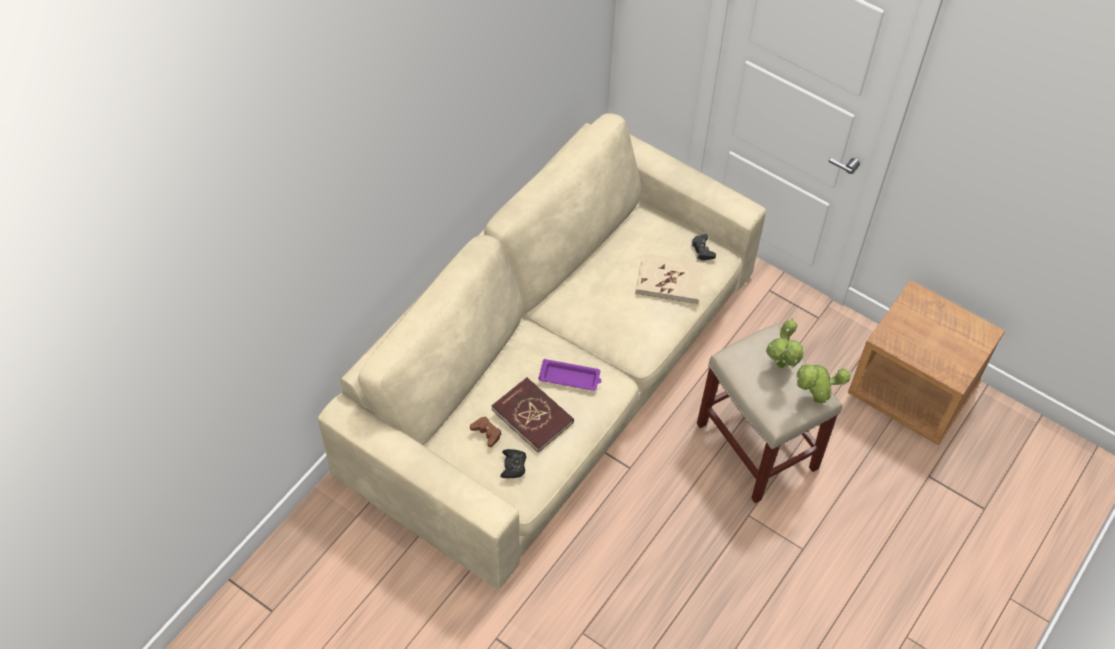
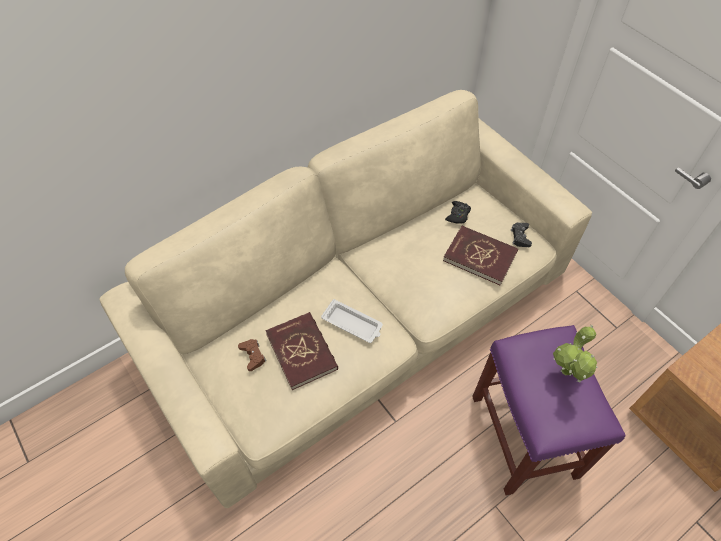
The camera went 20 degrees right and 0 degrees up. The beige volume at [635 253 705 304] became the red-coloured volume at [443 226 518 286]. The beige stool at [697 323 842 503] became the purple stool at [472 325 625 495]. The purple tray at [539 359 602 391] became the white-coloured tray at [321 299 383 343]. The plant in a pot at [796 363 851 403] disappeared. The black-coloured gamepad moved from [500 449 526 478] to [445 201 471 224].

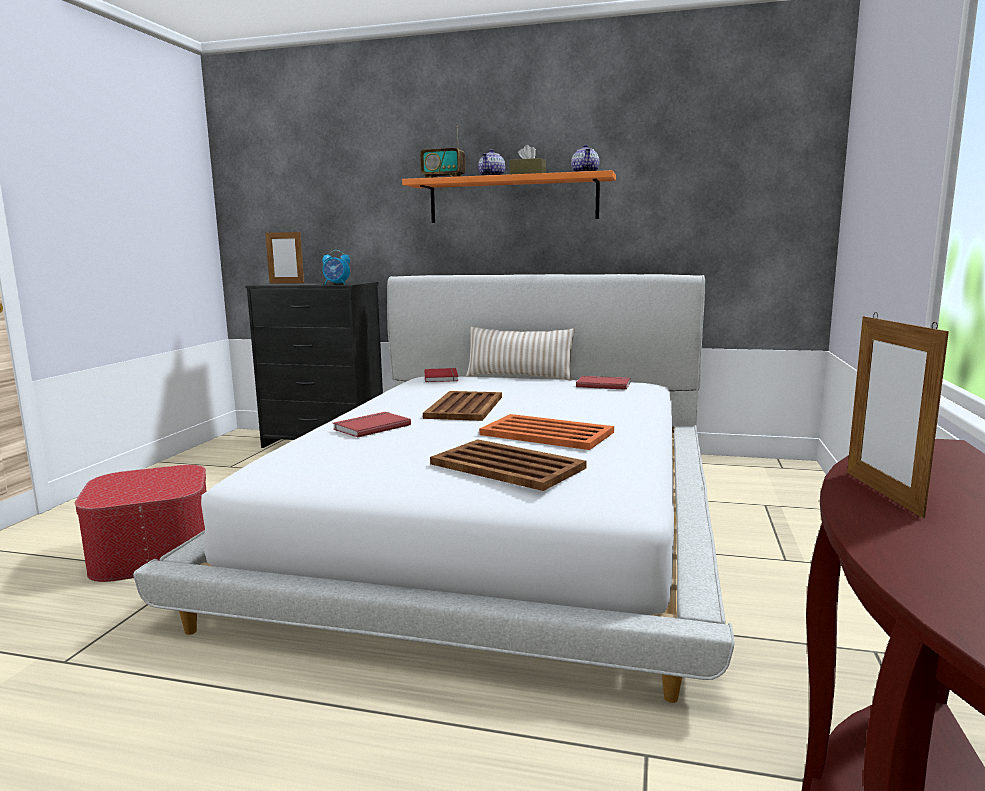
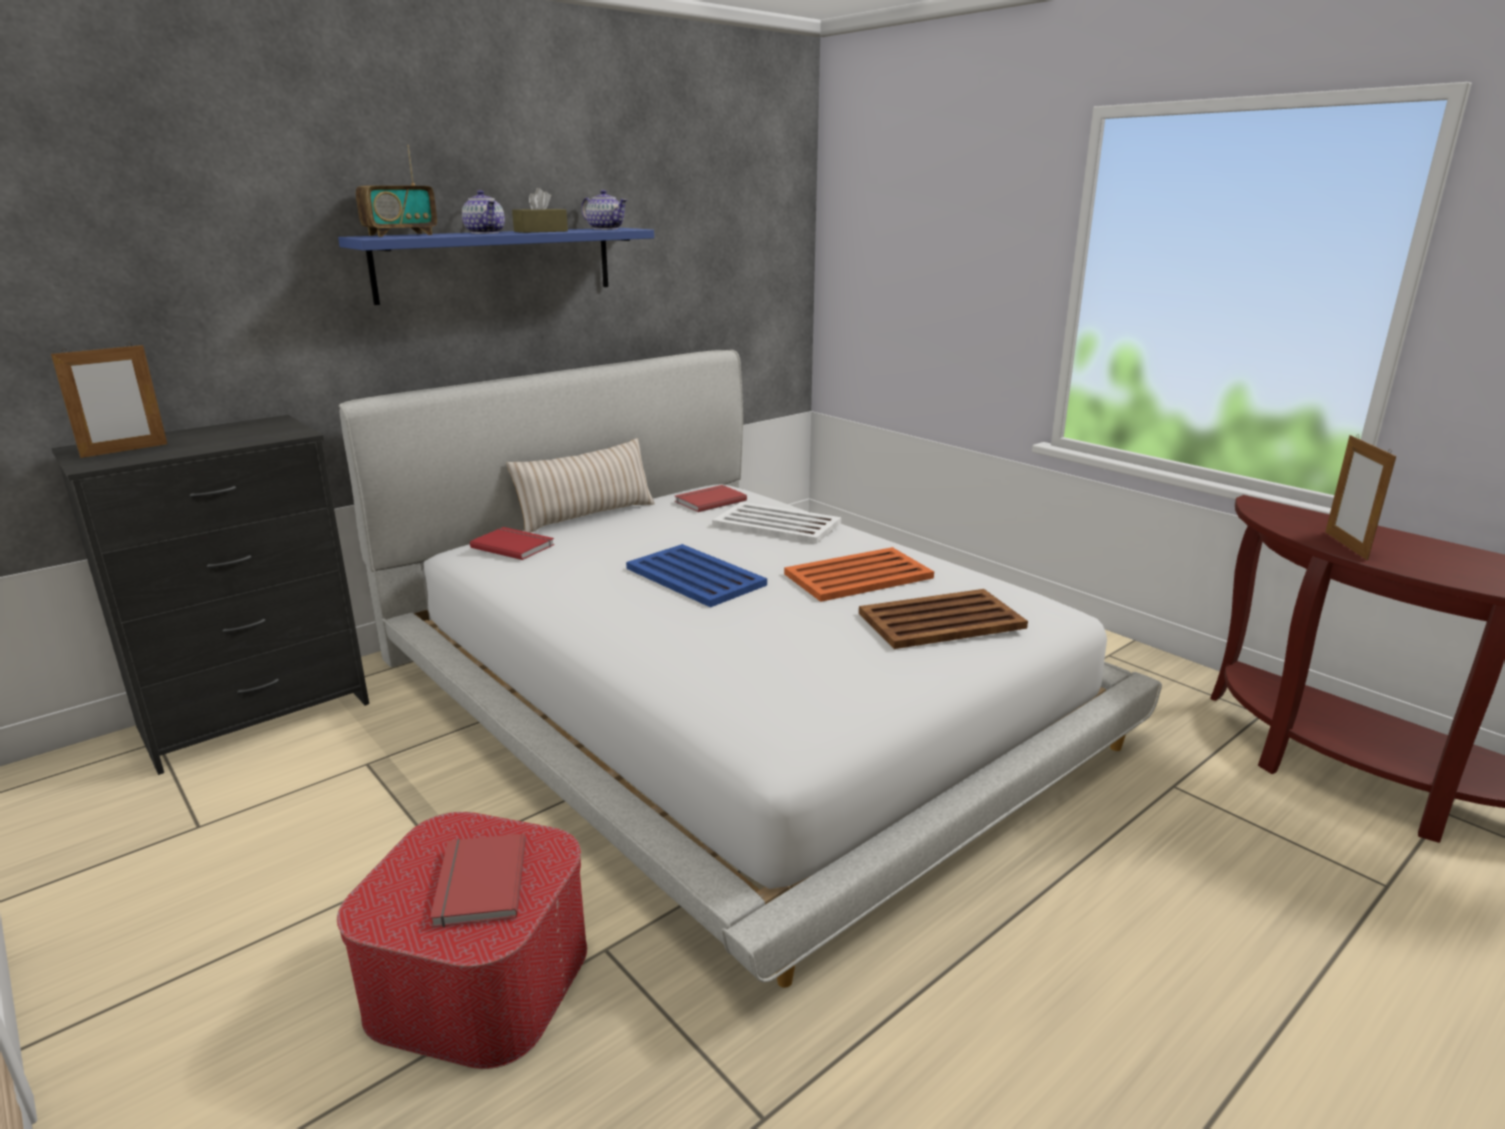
The camera went 55 degrees left and 10 degrees up. The orangey bracket shelf at [402 170 616 223] became the blue bracket shelf at [338 228 654 305]. The alarm clock at [322 250 350 285] disappeared. The picture frame at [847 312 949 518] turned 60 degrees clockwise. The brown-coloured tray at [423 391 502 421] became the blue tray at [626 544 767 608]. The red-coloured volume moved from [333 412 411 438] to [430 833 526 927]. The white-coloured tray at [712 502 841 544] appeared.

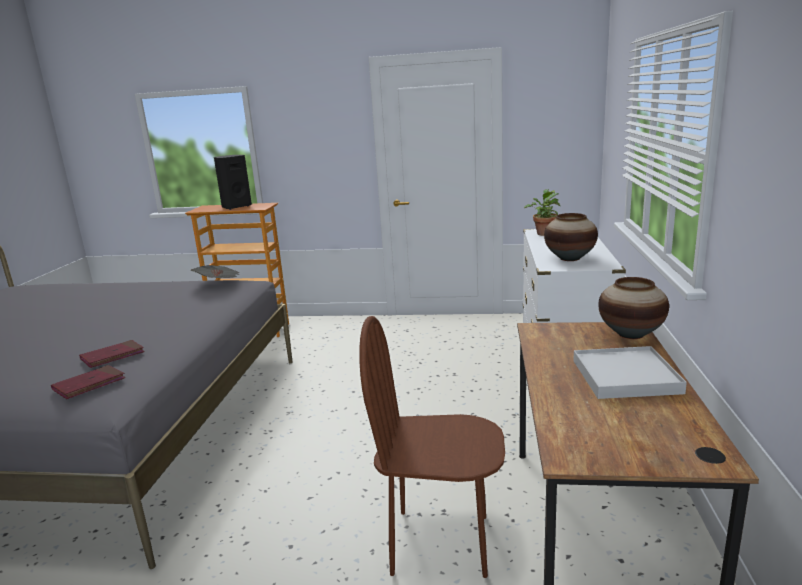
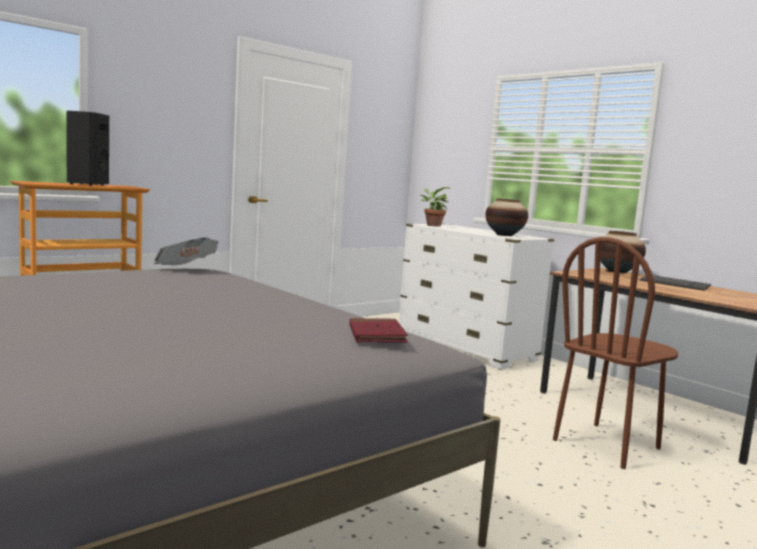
The camera went 50 degrees left and 10 degrees down. The red-coloured volume at [79 340 145 368] disappeared. The white-coloured tray at [573 346 687 399] was replaced by the computer keyboard at [640 275 711 291].

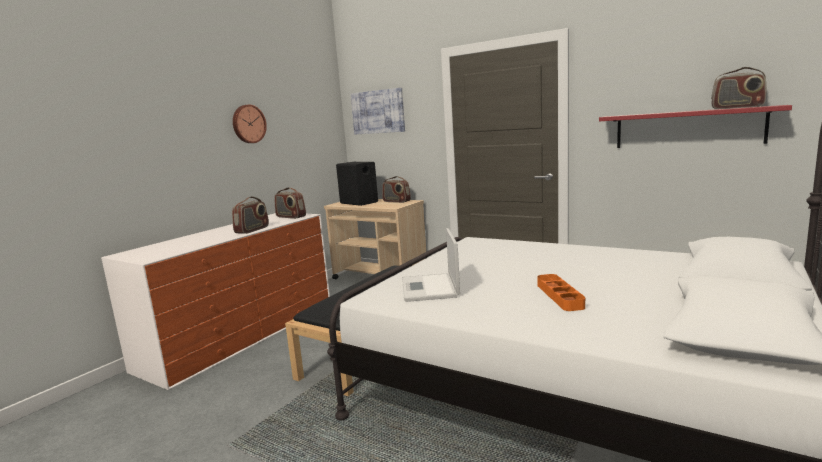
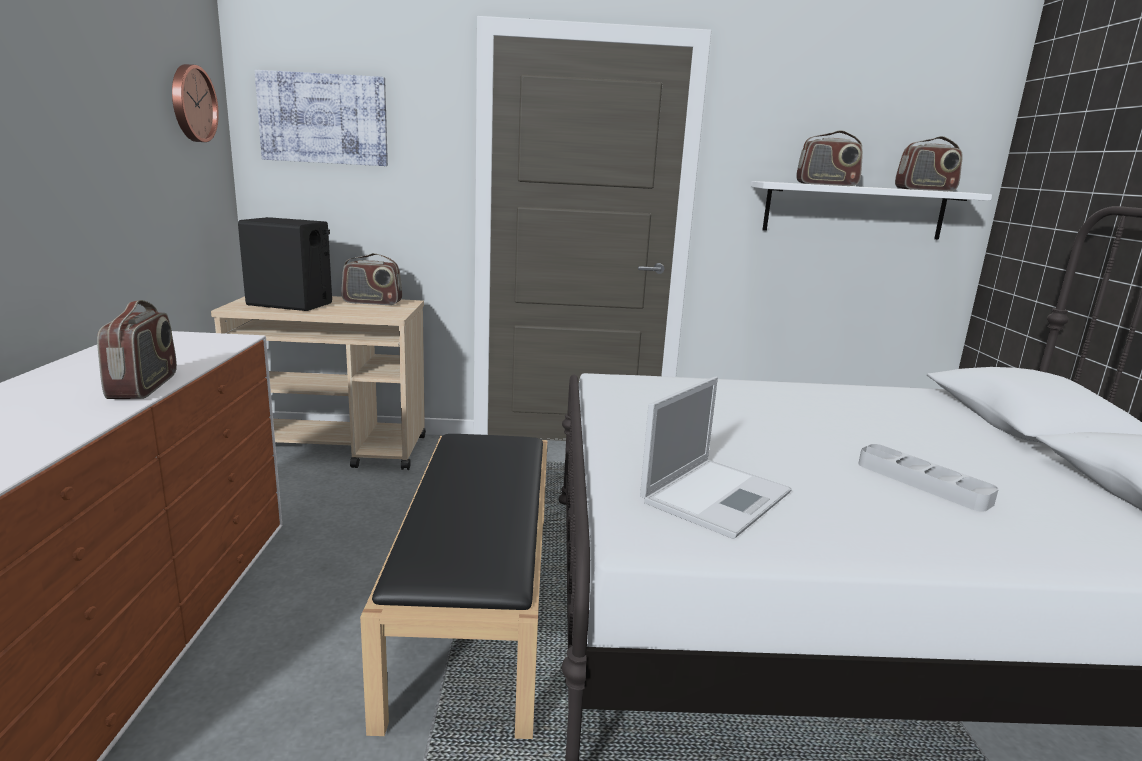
The camera went 35 degrees left and 5 degrees up. The wall clock moved from [233 105 267 143] to [172 64 219 142]. The red-coloured bracket shelf at [599 105 792 148] became the white-coloured bracket shelf at [751 181 992 239]. The radio set moved from [274 187 306 219] to [796 130 863 186]. The notebook computer at [402 228 460 302] turned 105 degrees counterclockwise. The orangey tray at [537 274 585 311] became the grey tray at [858 444 999 512].

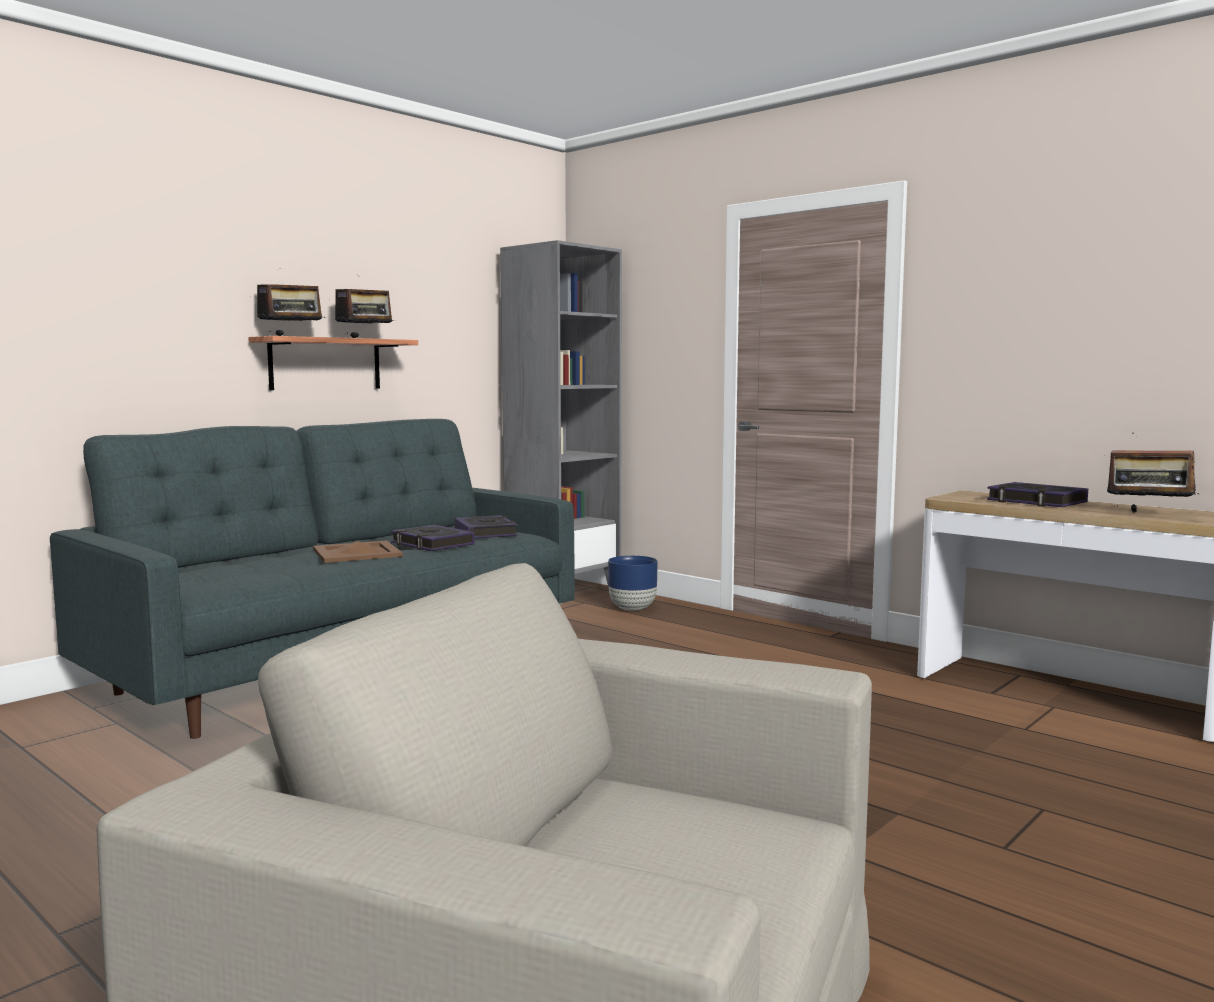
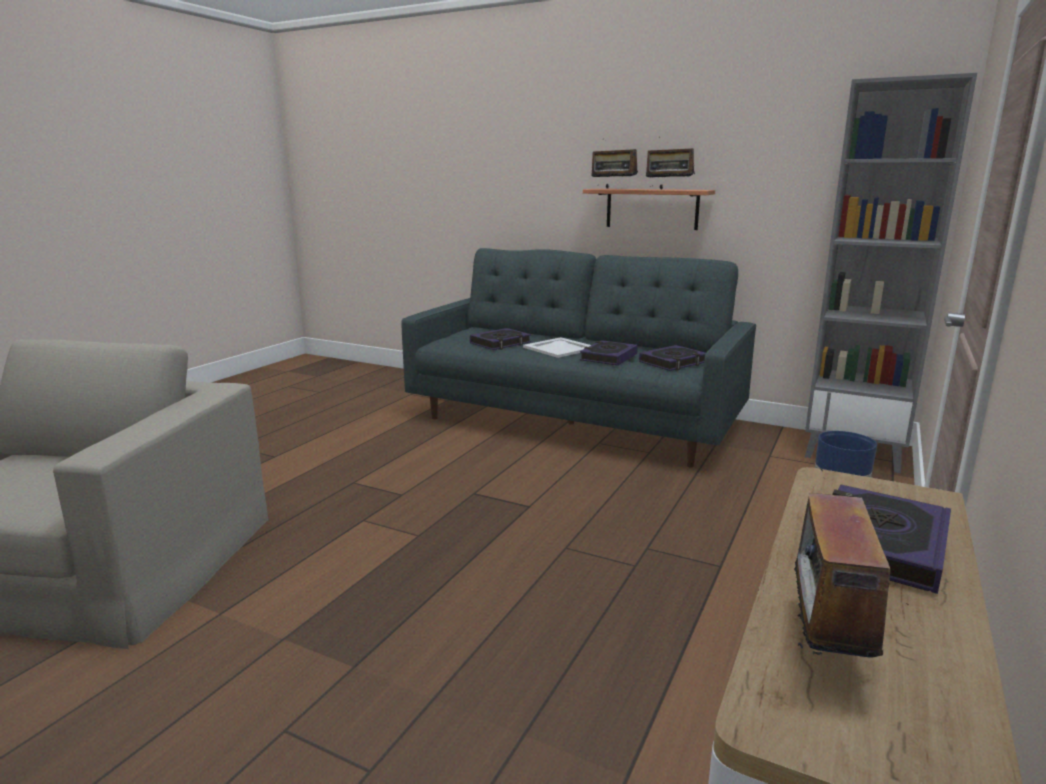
The camera went 75 degrees right and 10 degrees up. The brown-coloured tray at [313 540 403 563] became the white-coloured tray at [523 337 591 358]. The volume at [470 328 531 350] appeared.

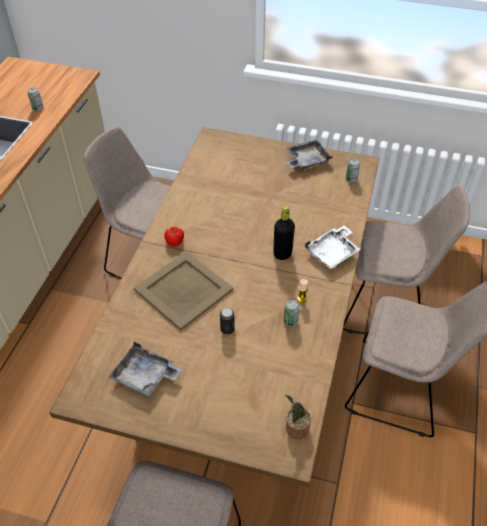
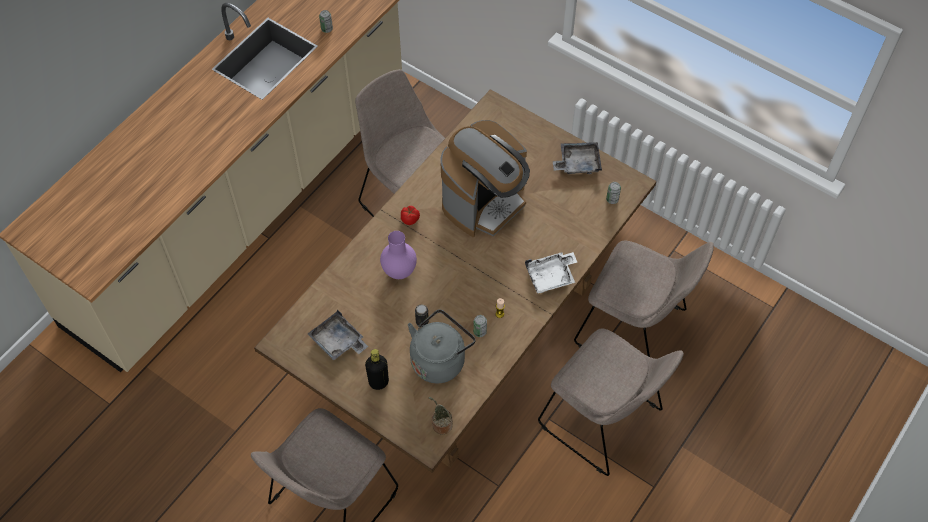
The camera went 20 degrees right and 10 degrees up. The black-coloured drink bottle moved from [273 206 295 260] to [365 349 389 390]. The beige tray at [134 251 234 331] was replaced by the purple vase at [380 231 417 279]. The coffee maker at [441 120 530 237] appeared. The grey kettle at [408 309 475 383] appeared.

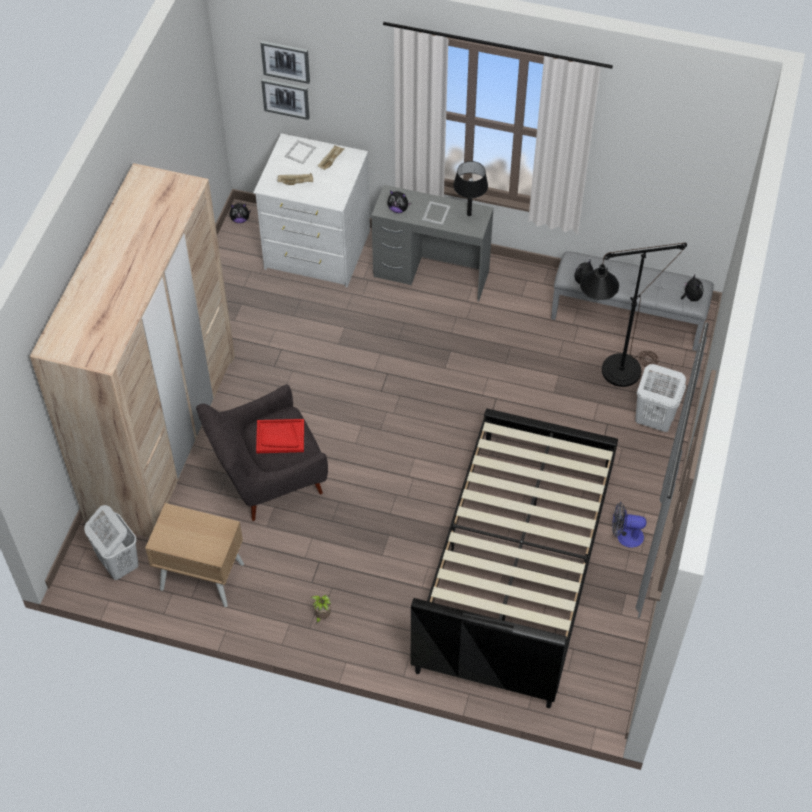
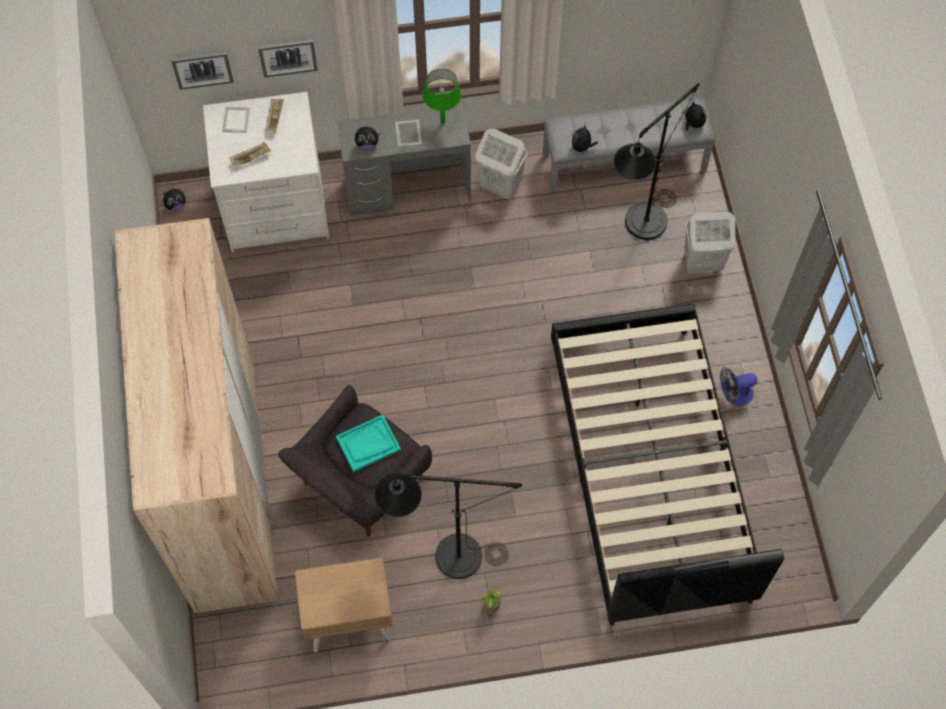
The camera went 25 degrees left and 10 degrees up. The wall picture moved from [261 41 310 84] to [258 39 318 78]. The black-coloured lamp for a table at [453 161 488 216] became the green-coloured lamp for a table at [423 68 462 124]. The red-coloured tray at [256 419 304 453] became the blue-green tray at [336 415 401 472]. The white-coloured washing basket moved from [84 505 139 580] to [476 129 527 199]. The black-coloured standing lamp at [374 472 522 579] appeared.

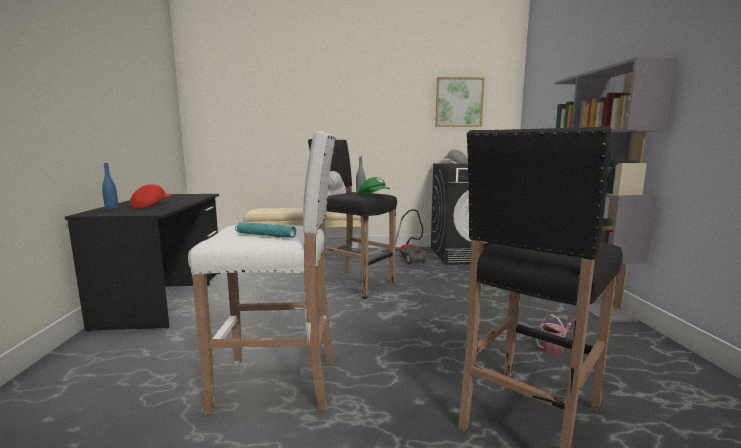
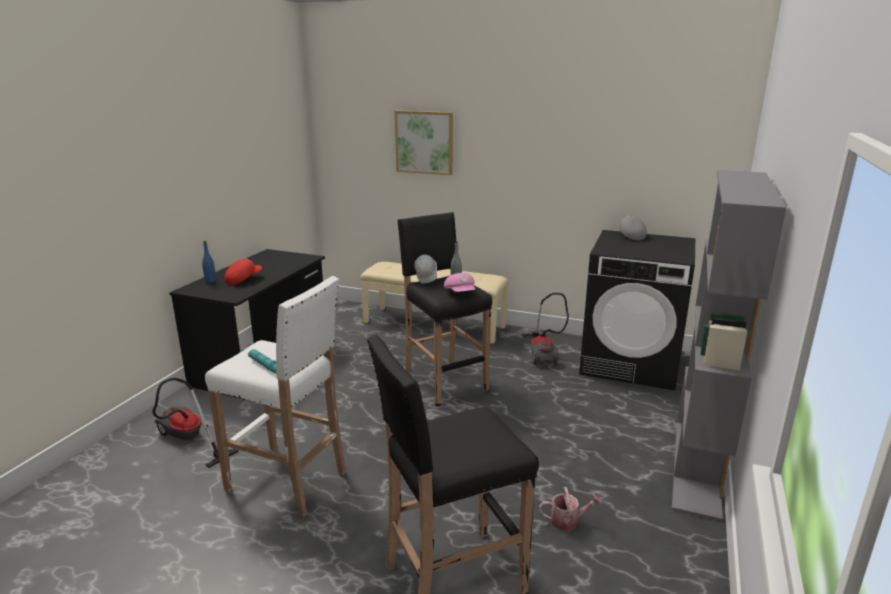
The camera went 25 degrees right and 10 degrees up. The wall picture moved from [435 77 485 127] to [395 110 453 175]. The green-coloured cap at [358 177 390 195] became the pink-coloured cap at [444 273 475 292]. The vacuum at [152 378 239 468] appeared.

